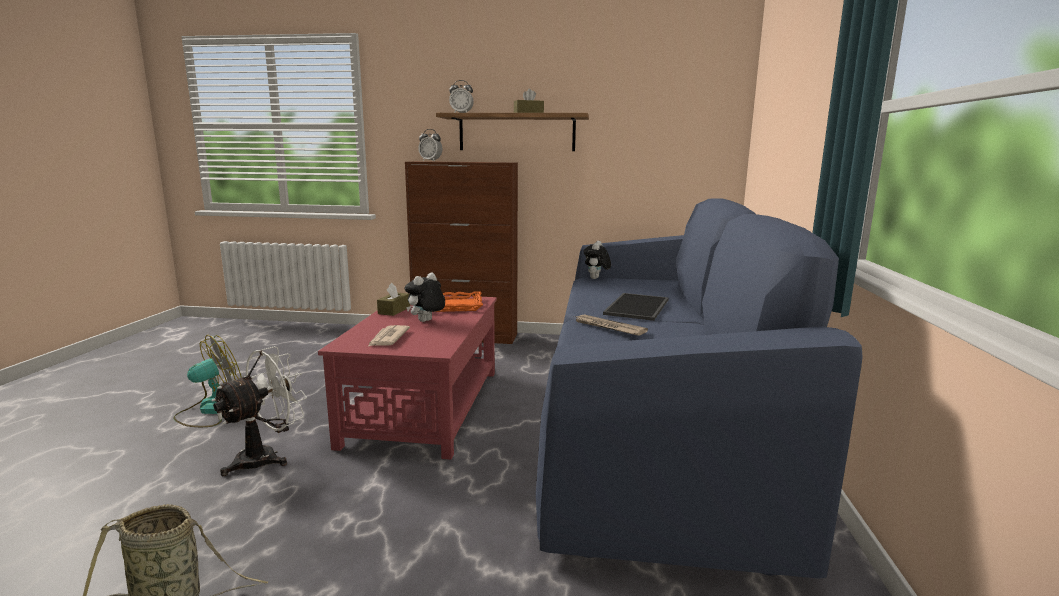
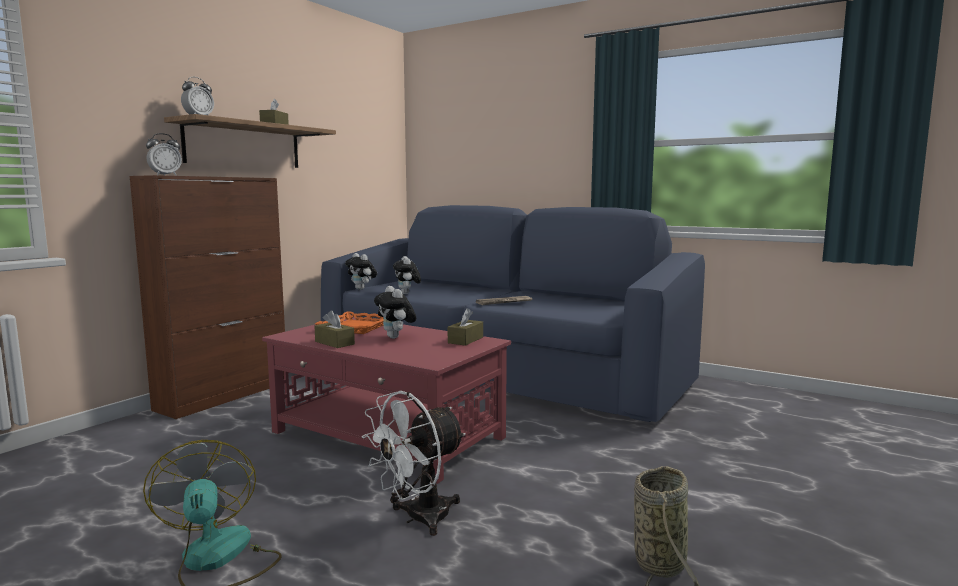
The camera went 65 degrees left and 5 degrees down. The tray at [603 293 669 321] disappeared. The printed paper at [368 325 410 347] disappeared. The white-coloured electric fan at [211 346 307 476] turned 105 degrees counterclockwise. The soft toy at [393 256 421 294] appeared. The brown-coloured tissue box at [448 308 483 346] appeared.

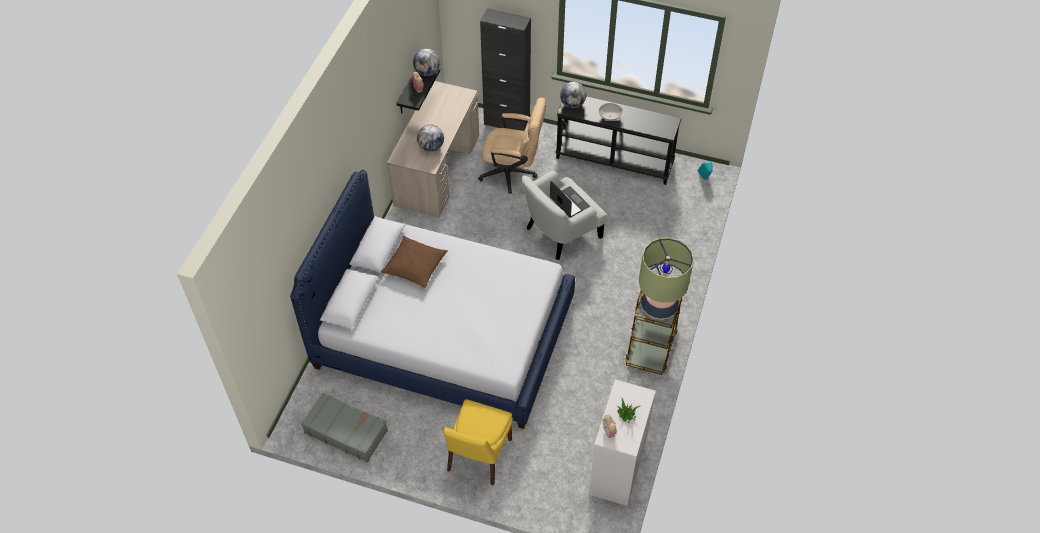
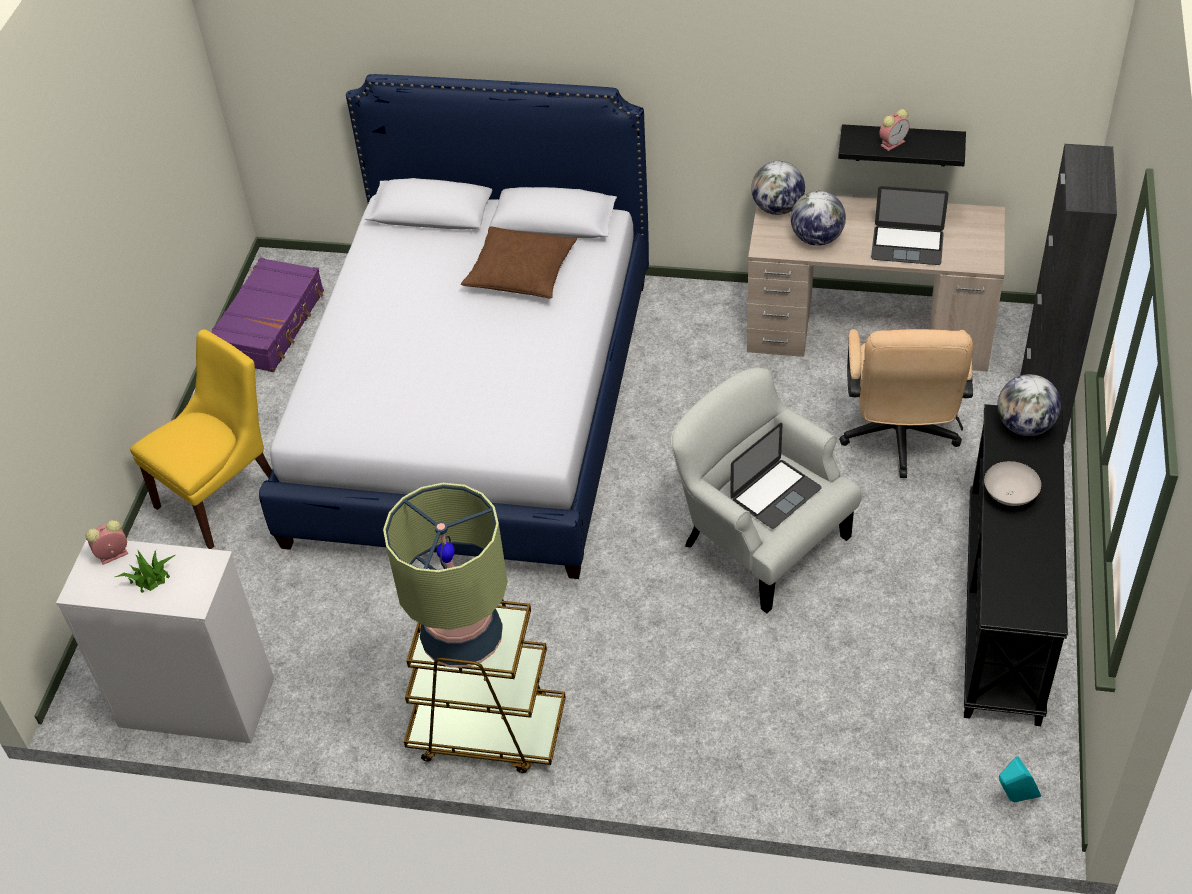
The camera went 85 degrees right and 5 degrees down. The world globe moved from [413 49 440 76] to [751 161 805 215]. The grey travel case at [301 393 388 462] became the purple travel case at [211 257 324 372]. The yellow chair at [443 399 513 486] turned 120 degrees clockwise. The notebook computer at [871 186 949 265] appeared.

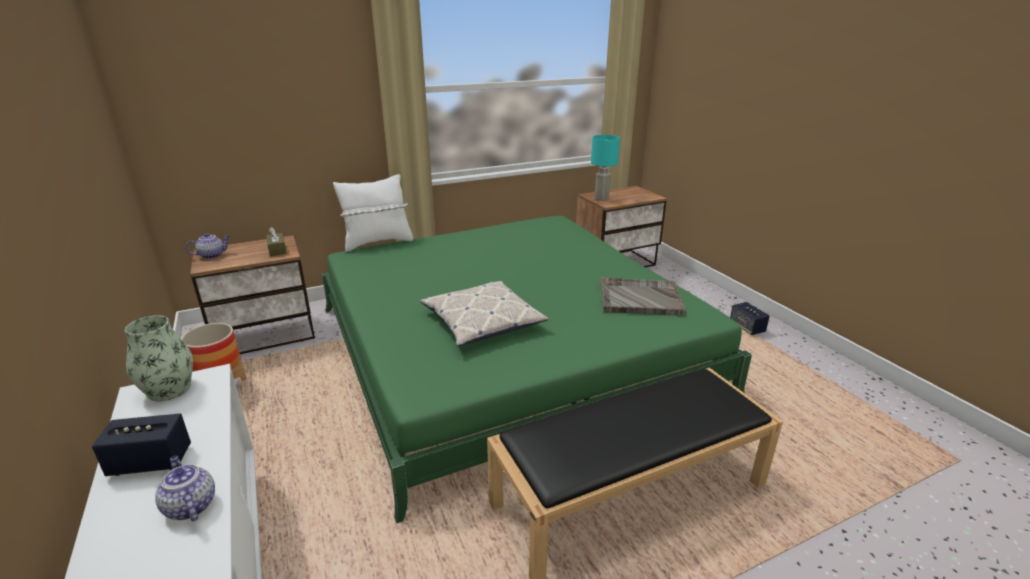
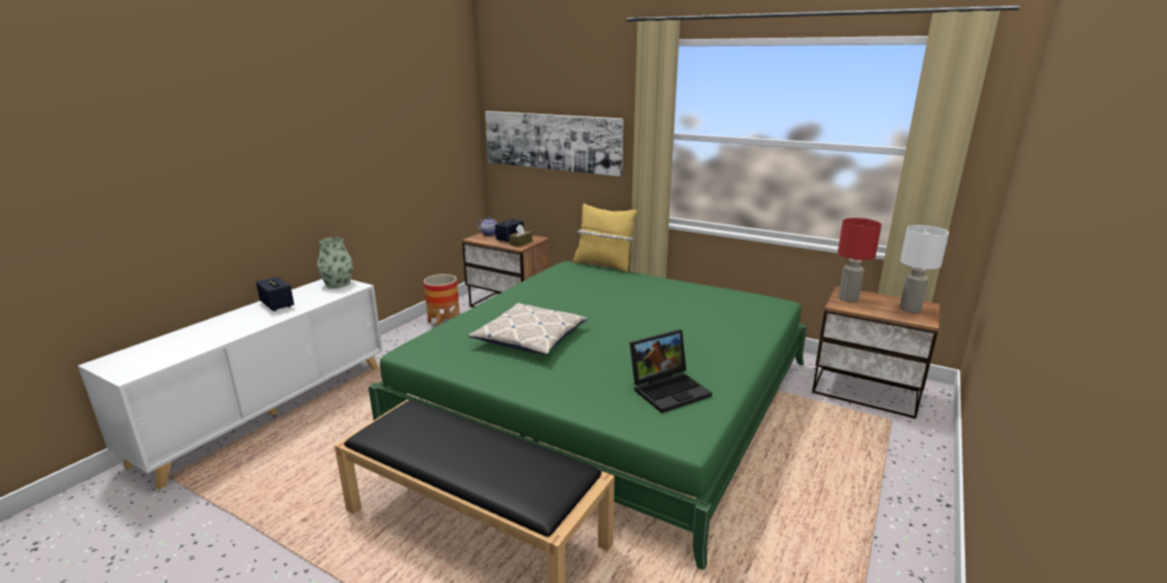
The camera went 55 degrees right and 5 degrees down. The blue-green lamp for a table at [591 135 620 201] became the red-coloured lamp for a table at [838 218 882 302]. The white-coloured cushion at [333 174 413 252] became the yellow cushion at [573 203 637 272]. The grey tray at [601 277 686 315] was replaced by the notebook computer at [630 330 712 413]. The audio speaker moved from [730 302 770 335] to [495 219 524 242]. The teapot at [155 456 215 521] disappeared. The wall picture at [485 111 624 177] appeared. The white-coloured lamp for a table at [900 225 949 313] appeared.

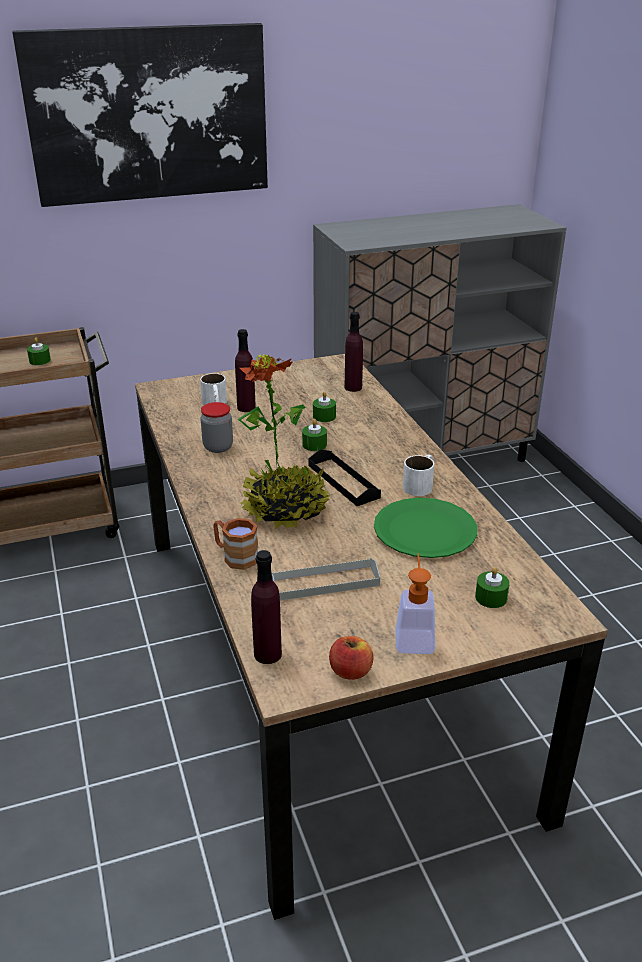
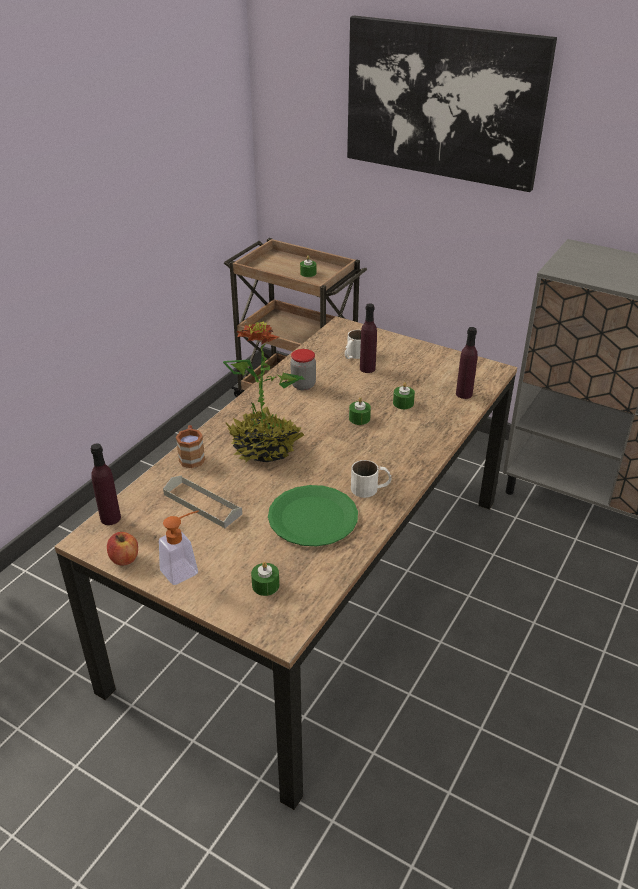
The camera went 50 degrees right and 5 degrees up. The black-coloured tray at [309 449 381 506] disappeared.

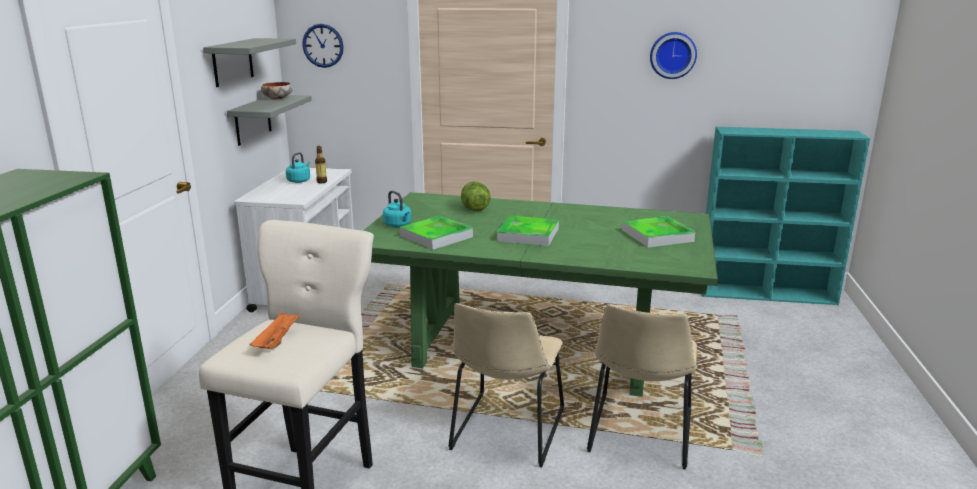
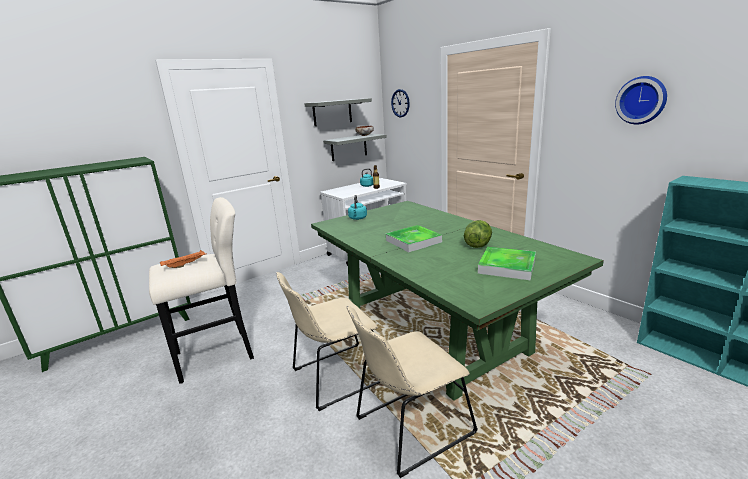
The camera went 45 degrees right and 0 degrees up. The lettuce moved from [461 181 491 211] to [464 220 492 248]. The tray at [400 216 473 250] disappeared.

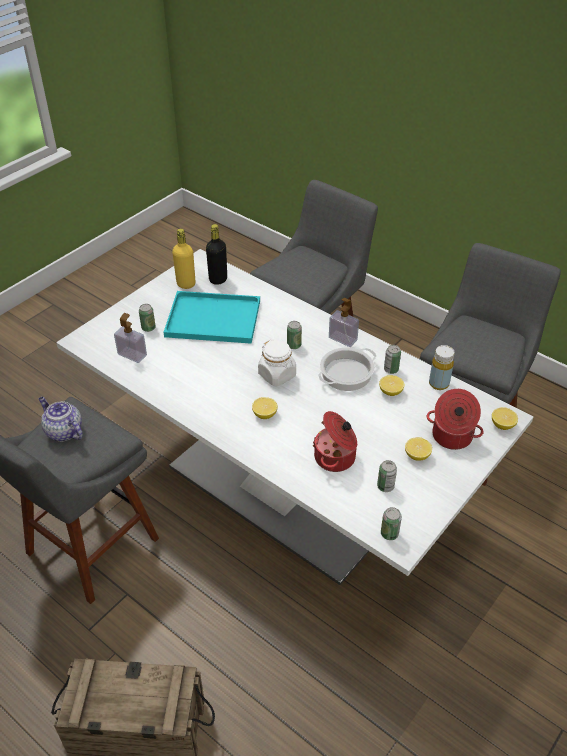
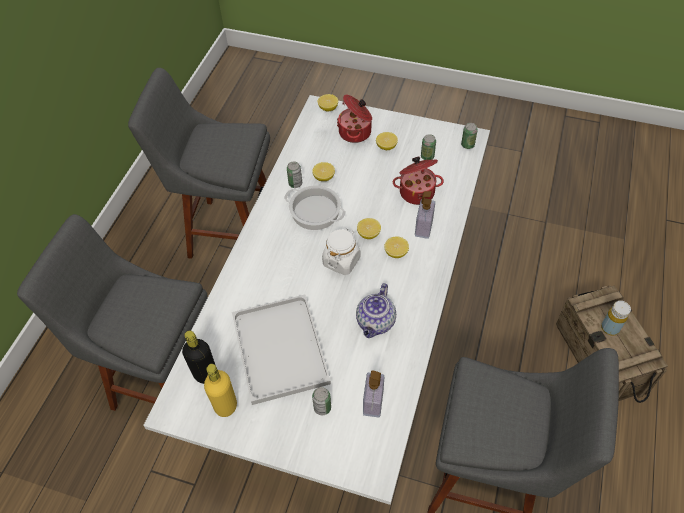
The camera went 110 degrees left and 10 degrees up. The blue-green tray at [164 291 260 344] became the white-coloured tray at [232 295 331 405]. The soap dispenser moved from [329 298 359 347] to [415 191 435 239]. The sealed can at [287 321 302 349] disappeared. The yellow drink bottle moved from [429 345 455 390] to [601 301 631 336]. The teapot moved from [39 397 83 442] to [356 283 396 338]. The lemon at [357 218 381 239] appeared.

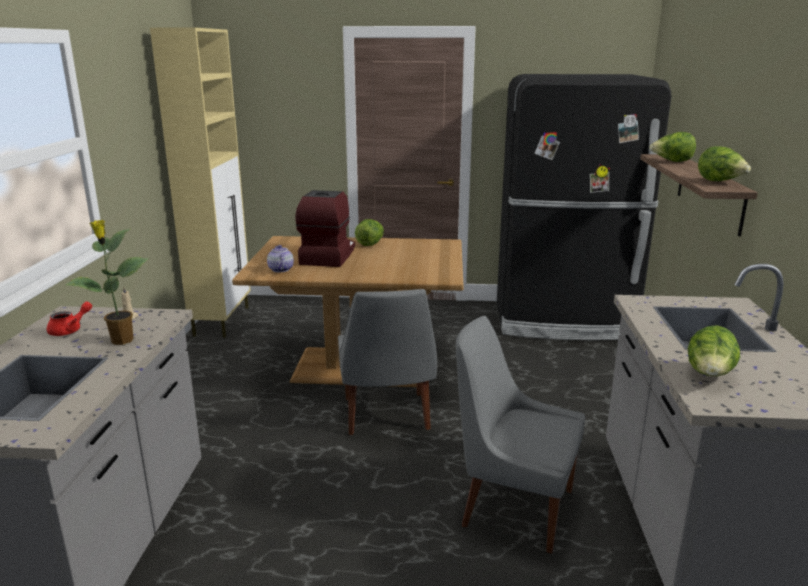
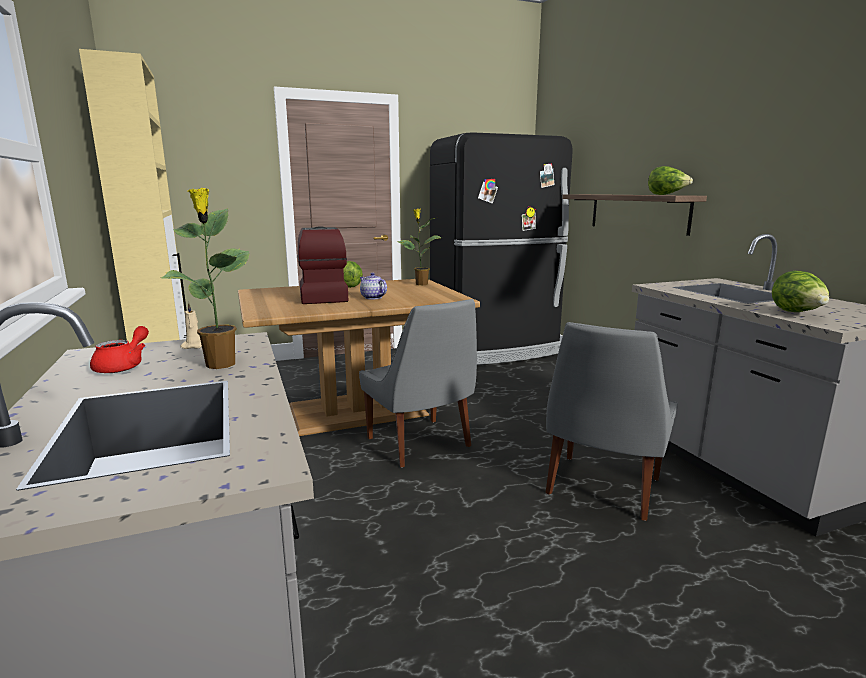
The camera went 25 degrees left and 5 degrees down. The lettuce at [649 132 696 162] disappeared. The teapot moved from [267 245 294 272] to [360 273 387 300]. The grey chair at [456 316 585 554] turned 60 degrees counterclockwise. The plant in a pot at [398 209 442 285] appeared.

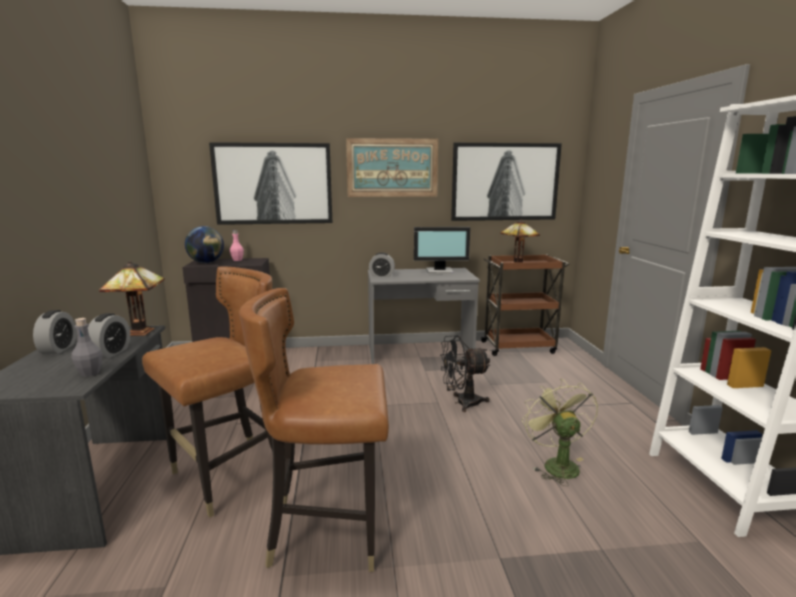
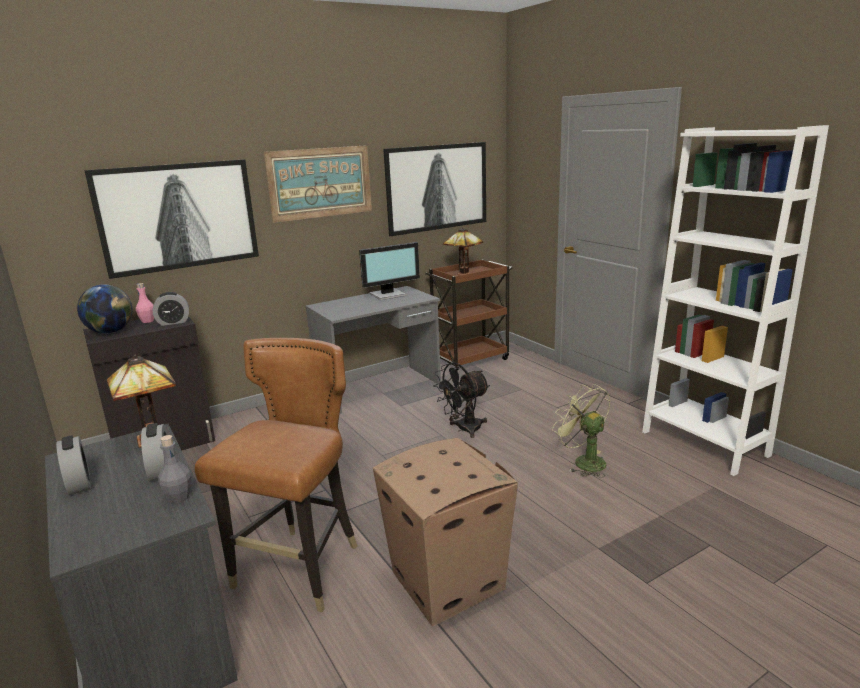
The camera went 25 degrees left and 5 degrees up. The alarm clock moved from [369 252 395 277] to [153 292 189 326]. The brown-coloured chair at [239 288 389 572] was replaced by the carton at [373 438 518 626].

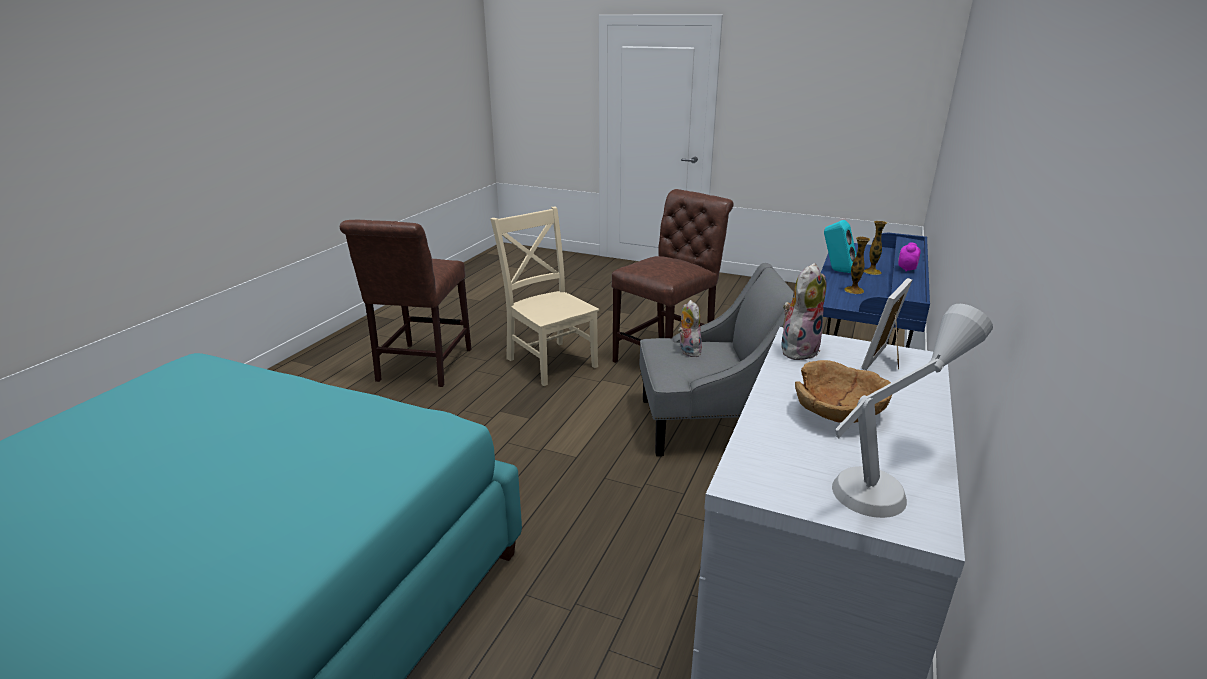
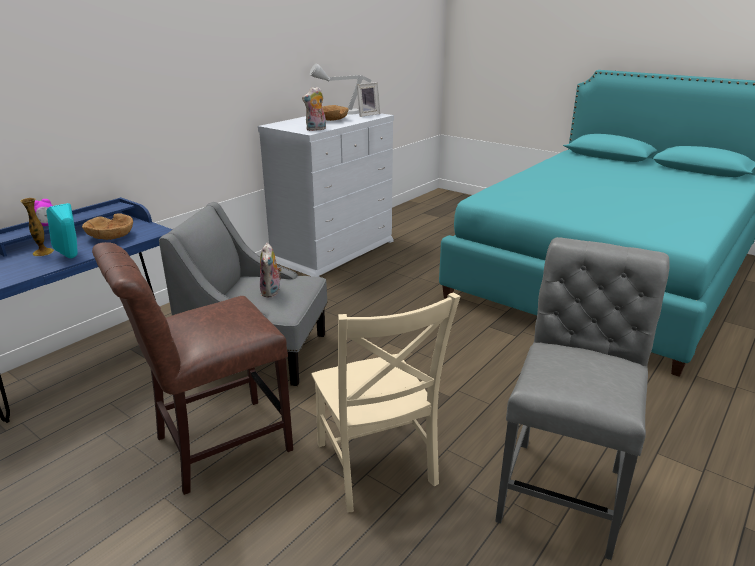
The camera went 165 degrees left and 0 degrees up. The brown-coloured chair at [340 220 471 387] became the grey chair at [495 237 670 560]. The vase at [844 237 870 294] was replaced by the brown-coloured deep dish at [82 214 133 240]. The picture frame moved from [862 278 912 370] to [356 82 380 117].

